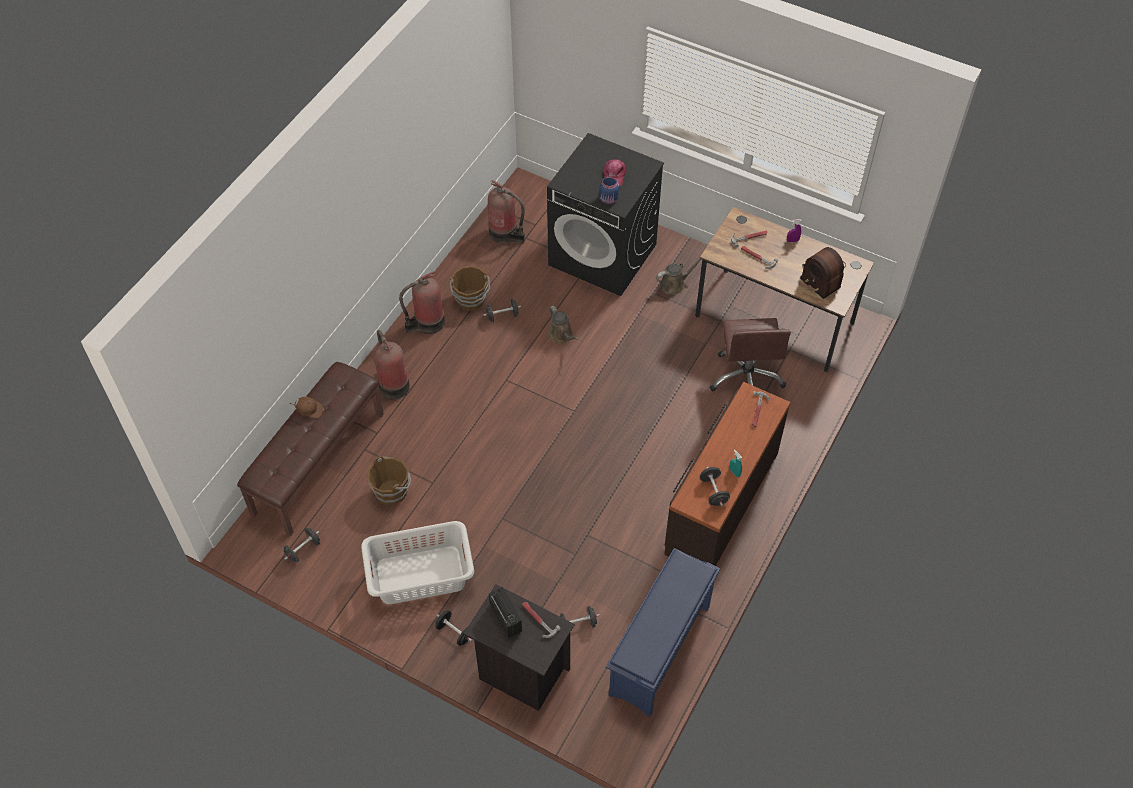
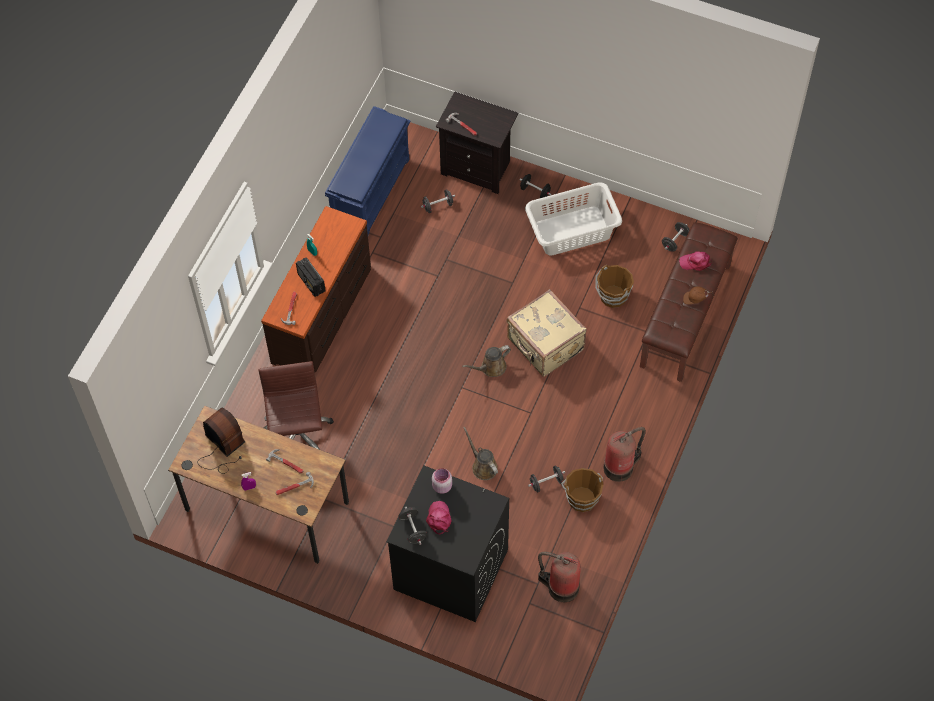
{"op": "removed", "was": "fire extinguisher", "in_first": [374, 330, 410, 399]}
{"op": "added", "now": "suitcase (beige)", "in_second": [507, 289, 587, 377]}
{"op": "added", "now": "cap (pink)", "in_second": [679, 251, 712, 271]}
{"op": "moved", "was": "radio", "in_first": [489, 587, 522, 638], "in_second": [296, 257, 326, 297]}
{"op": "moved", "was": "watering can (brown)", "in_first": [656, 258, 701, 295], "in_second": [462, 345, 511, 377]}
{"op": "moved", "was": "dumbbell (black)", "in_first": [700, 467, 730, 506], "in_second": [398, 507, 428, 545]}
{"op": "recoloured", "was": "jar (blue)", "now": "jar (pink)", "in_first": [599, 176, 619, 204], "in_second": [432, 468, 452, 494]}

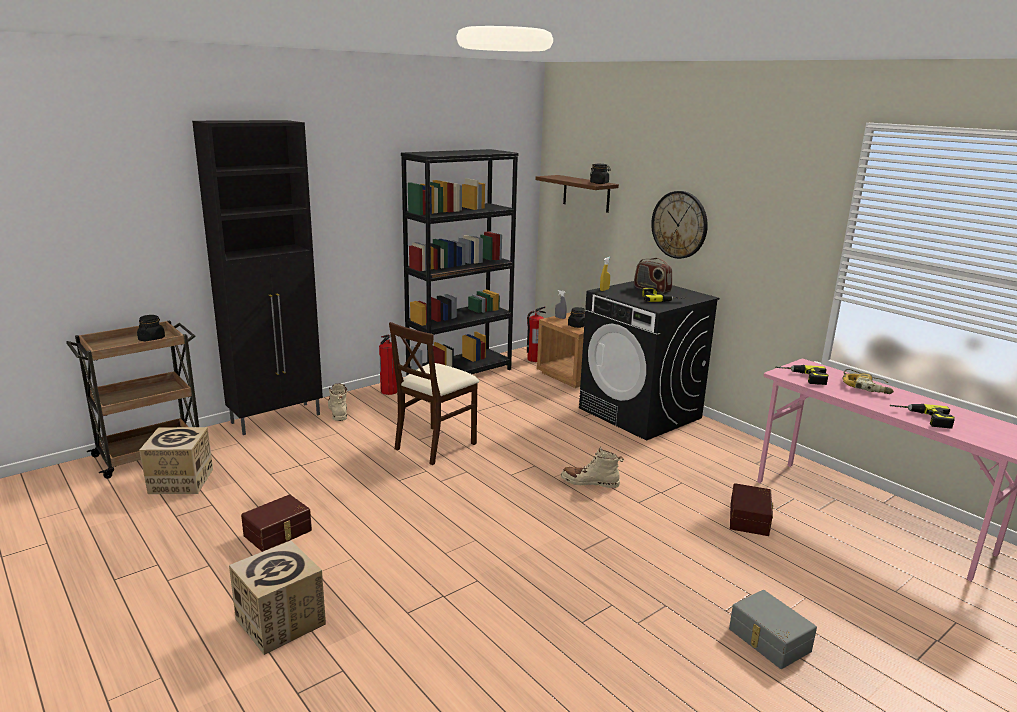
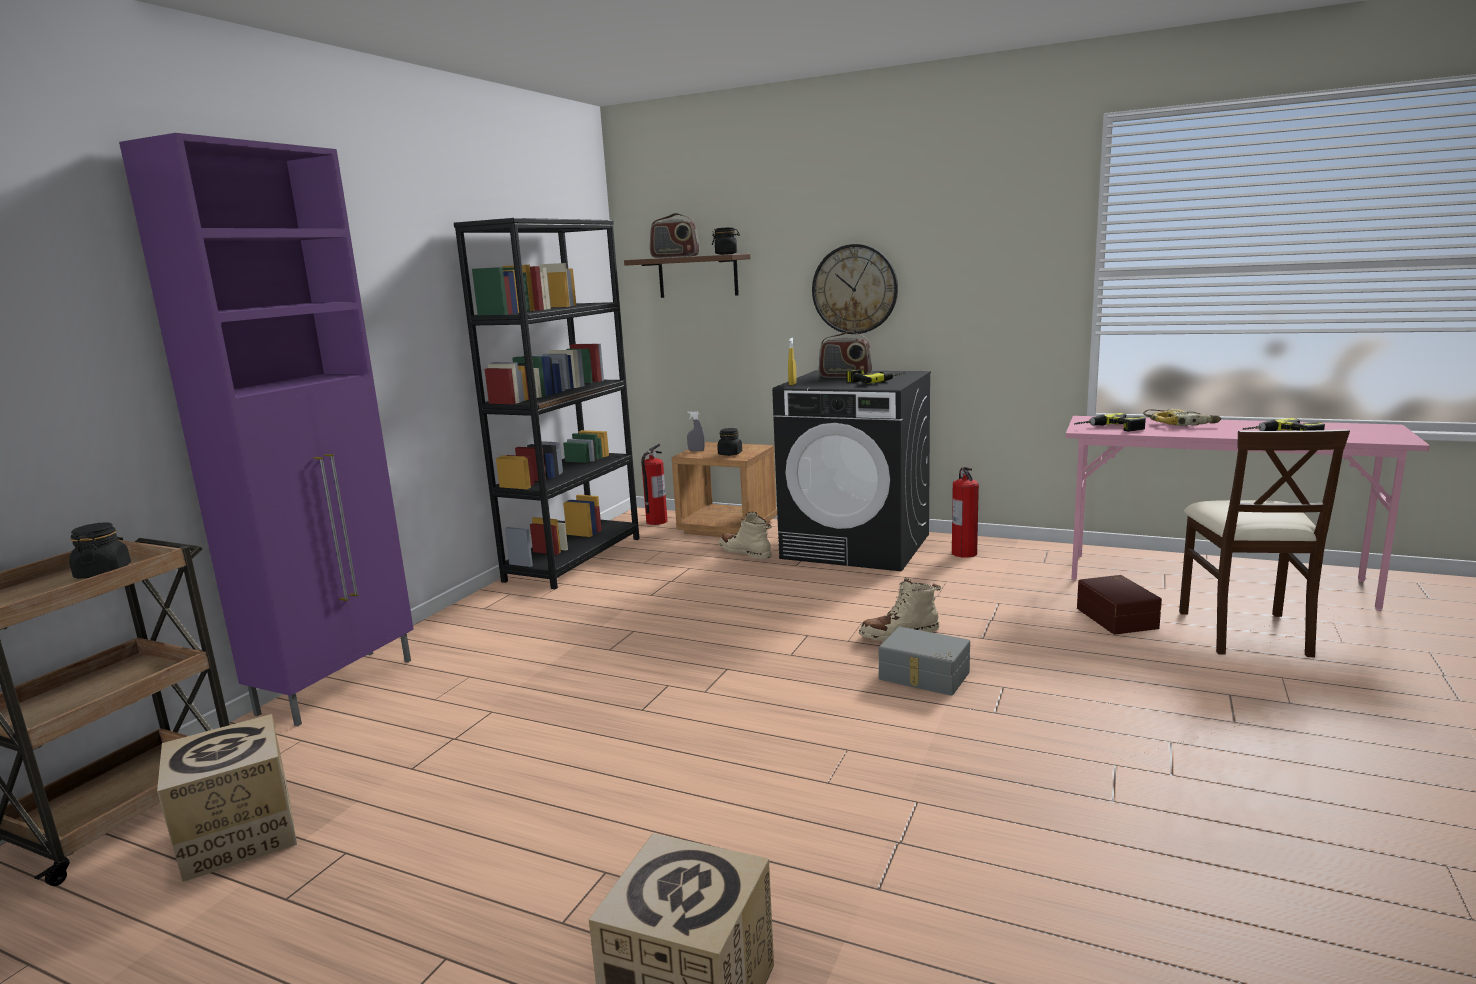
{"op": "removed", "was": "storage box (brown)", "in_first": [241, 494, 312, 552]}
{"op": "added", "now": "radio", "in_second": [650, 213, 699, 258]}
{"op": "moved", "was": "boot (beige)", "in_first": [328, 384, 347, 421], "in_second": [719, 512, 772, 559]}
{"op": "moved", "was": "fire extinguisher", "in_first": [379, 335, 397, 395], "in_second": [952, 467, 979, 558]}
{"op": "moved", "was": "chair (beige)", "in_first": [389, 322, 479, 465], "in_second": [1179, 429, 1350, 657]}
{"op": "moved", "was": "storage box (grey)", "in_first": [729, 590, 817, 669], "in_second": [879, 627, 970, 696]}
{"op": "recoloured", "was": "cabinet (black)", "now": "cabinet (purple)", "in_first": [192, 120, 323, 435], "in_second": [119, 133, 414, 726]}

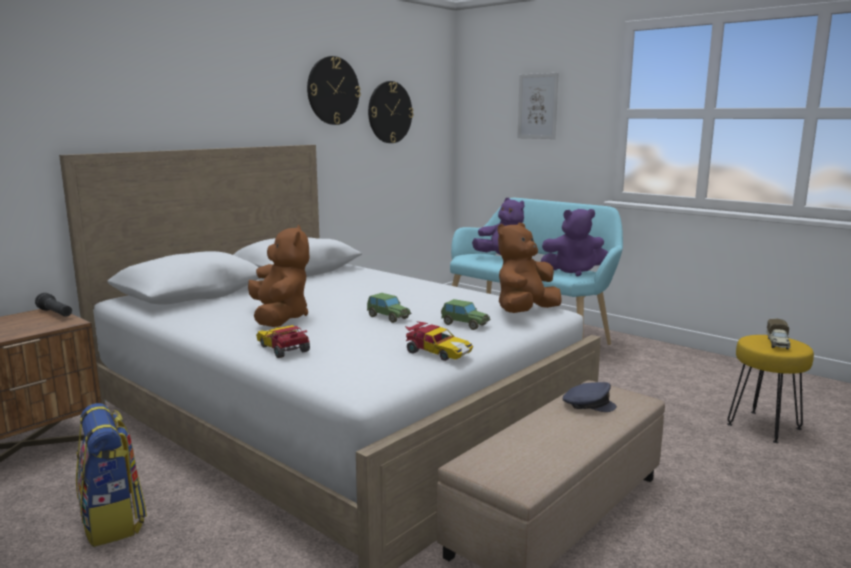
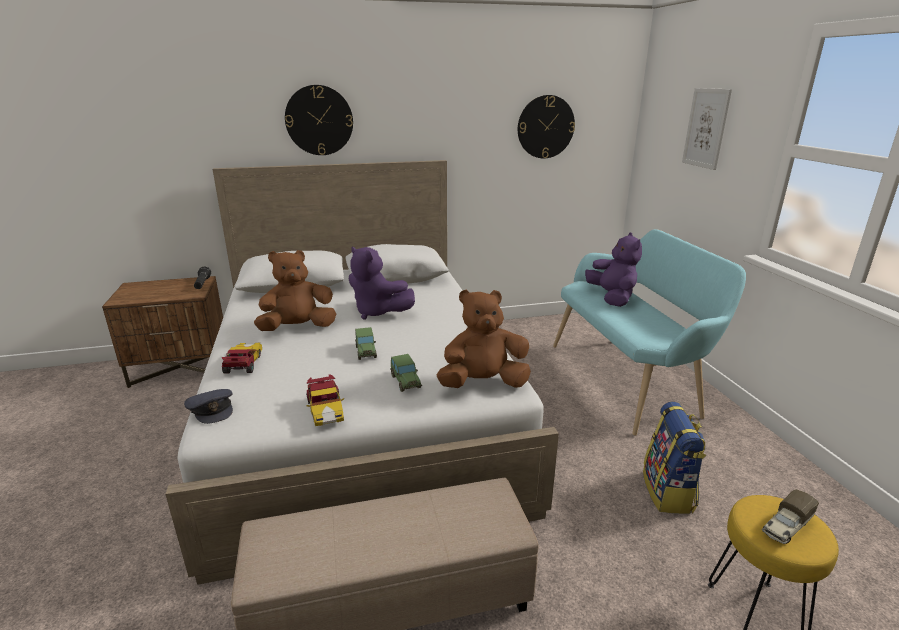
{"op": "moved", "was": "backpack", "in_first": [76, 403, 147, 547], "in_second": [643, 402, 706, 514]}
{"op": "moved", "was": "wall clock", "in_first": [307, 56, 361, 125], "in_second": [285, 85, 353, 155]}
{"op": "moved", "was": "plush toy (purple)", "in_first": [540, 209, 608, 276], "in_second": [349, 247, 415, 320]}
{"op": "moved", "was": "cap (grey)", "in_first": [563, 382, 617, 412], "in_second": [184, 389, 233, 424]}
{"op": "turned", "was": "plush toy (brown)", "in_first": [248, 225, 309, 327], "in_second": [254, 250, 336, 331], "clockwise": -135}

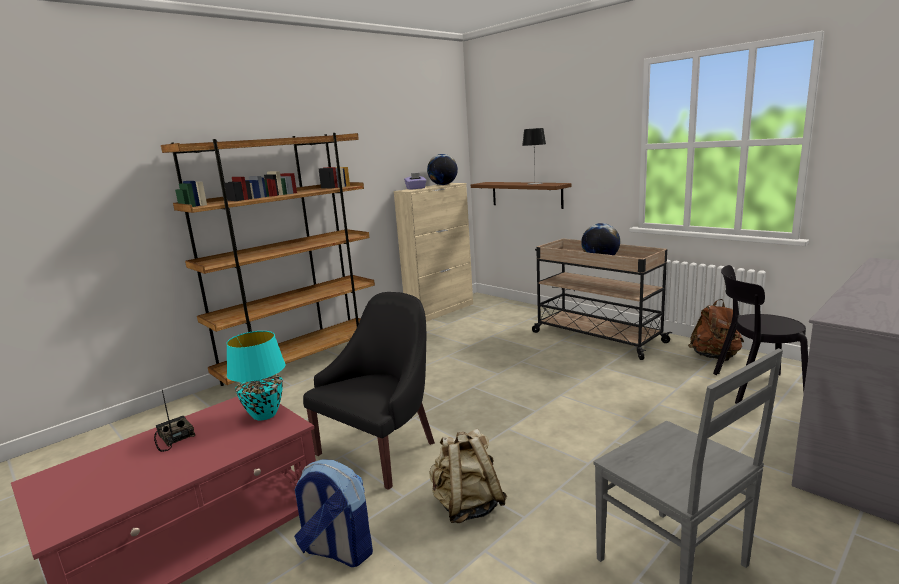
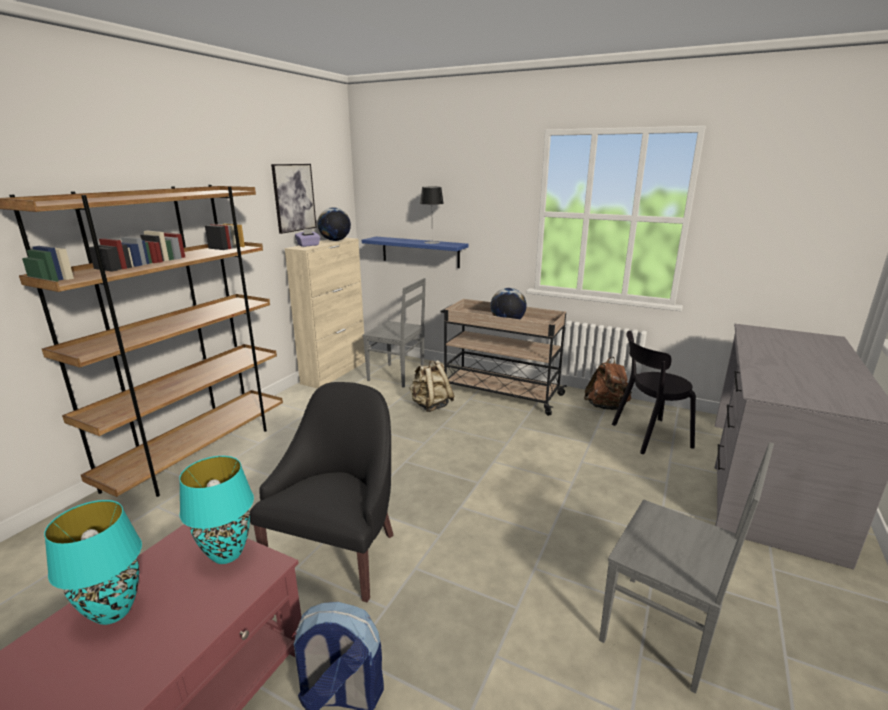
{"op": "added", "now": "picture", "in_second": [271, 164, 317, 234]}
{"op": "added", "now": "chair (grey)", "in_second": [363, 278, 426, 388]}
{"op": "moved", "was": "backpack (beige)", "in_first": [430, 429, 507, 523], "in_second": [410, 360, 454, 412]}
{"op": "replaced", "was": "radio", "now": "table lamp (turquoise)", "in_first": [154, 389, 195, 452], "in_second": [44, 500, 142, 625]}
{"op": "recoloured", "was": "shelf (brown)", "now": "shelf (blue)", "in_first": [471, 182, 571, 209], "in_second": [362, 237, 469, 268]}

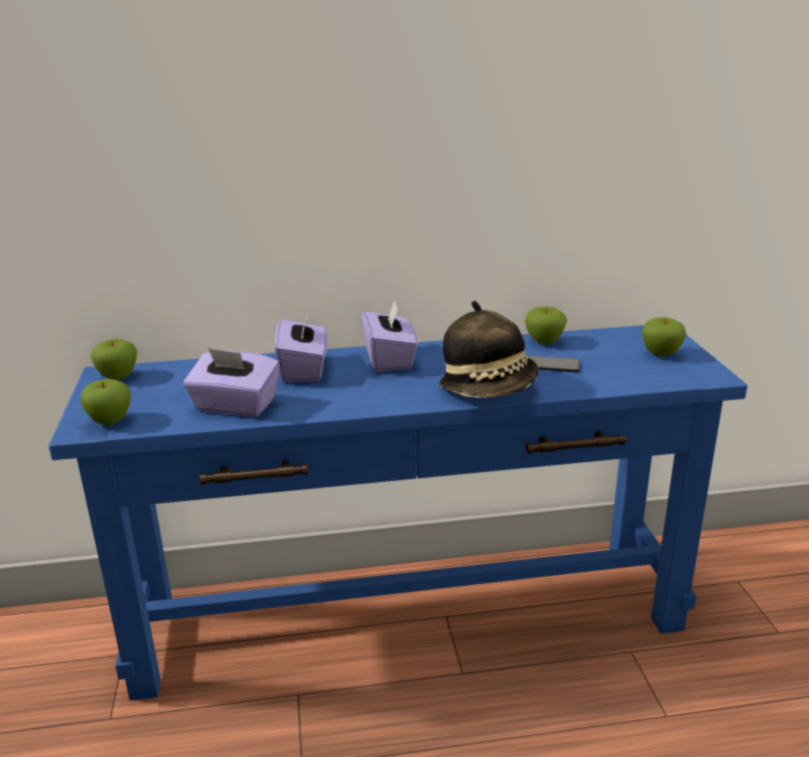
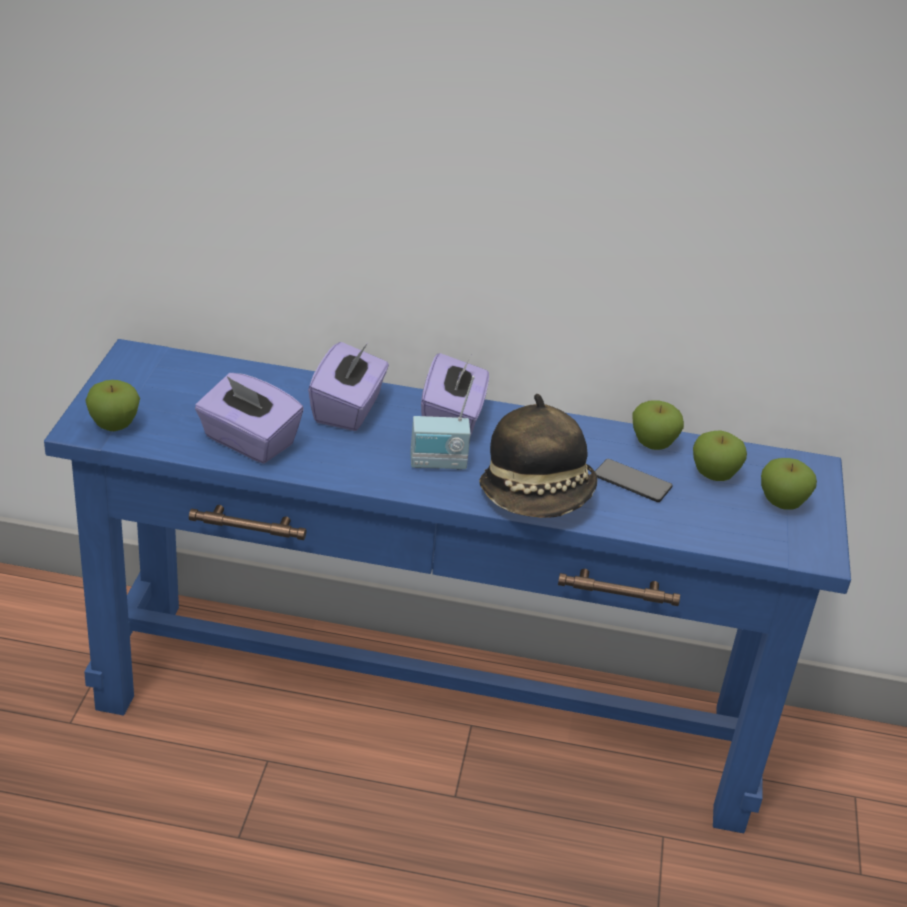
{"op": "added", "now": "radio", "in_second": [410, 376, 475, 470]}
{"op": "moved", "was": "apple", "in_first": [91, 339, 137, 380], "in_second": [693, 431, 747, 481]}

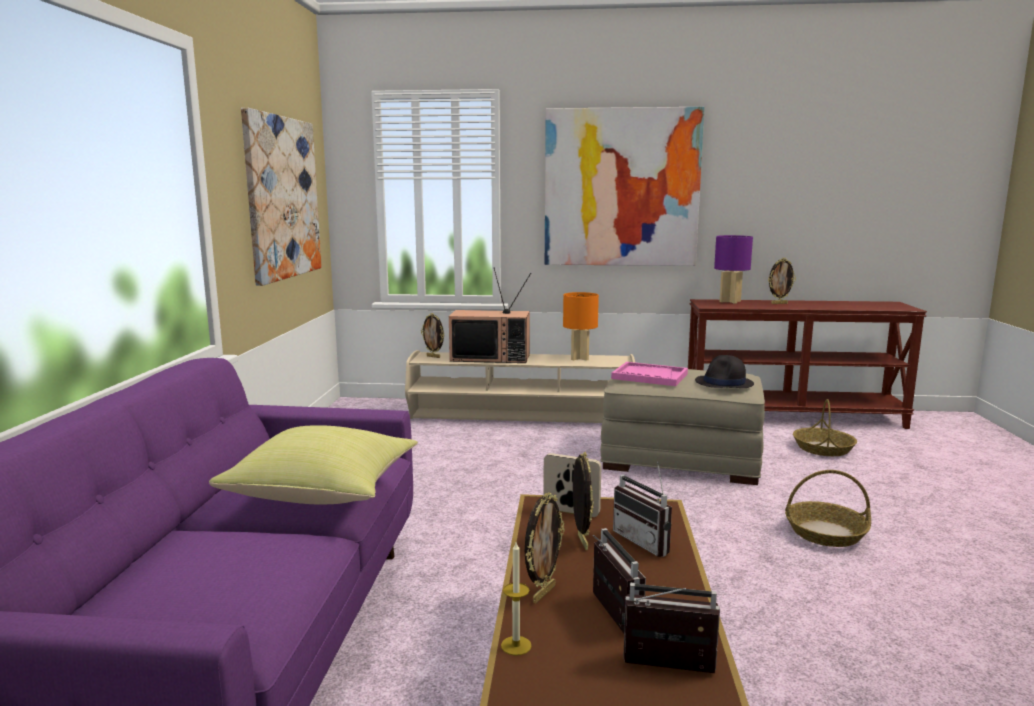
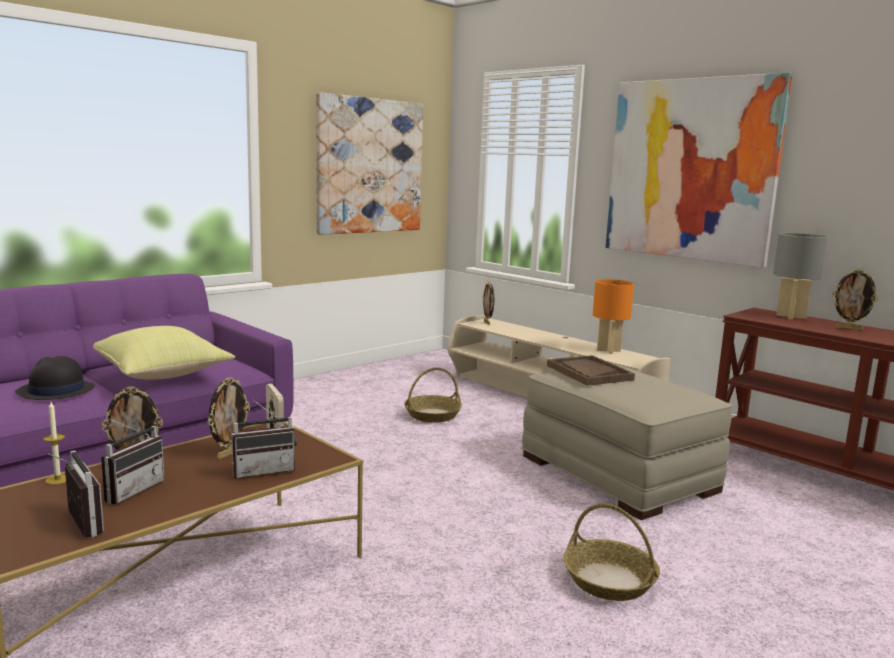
{"op": "removed", "was": "television", "in_first": [449, 268, 531, 363]}
{"op": "moved", "was": "hat (black)", "in_first": [695, 355, 754, 388], "in_second": [15, 356, 95, 400]}
{"op": "moved", "was": "basket", "in_first": [793, 399, 857, 456], "in_second": [404, 367, 462, 423]}
{"op": "recoloured", "was": "tray (pink)", "now": "tray (brown)", "in_first": [611, 362, 688, 386], "in_second": [547, 355, 635, 386]}
{"op": "recoloured", "was": "table lamp (purple)", "now": "table lamp (grey)", "in_first": [714, 235, 753, 304], "in_second": [773, 233, 828, 319]}
{"op": "turned", "was": "radio", "in_first": [613, 461, 672, 557], "in_second": [232, 399, 297, 478], "clockwise": -120}

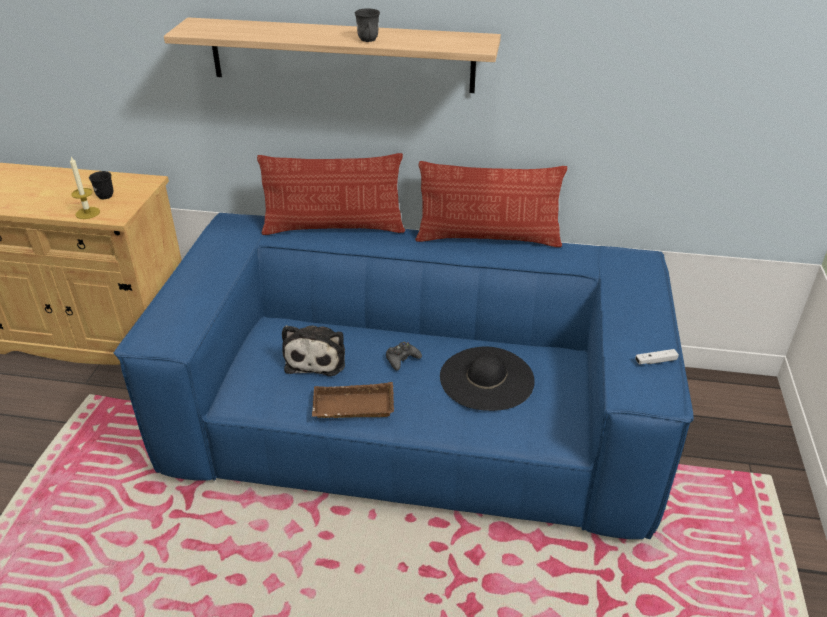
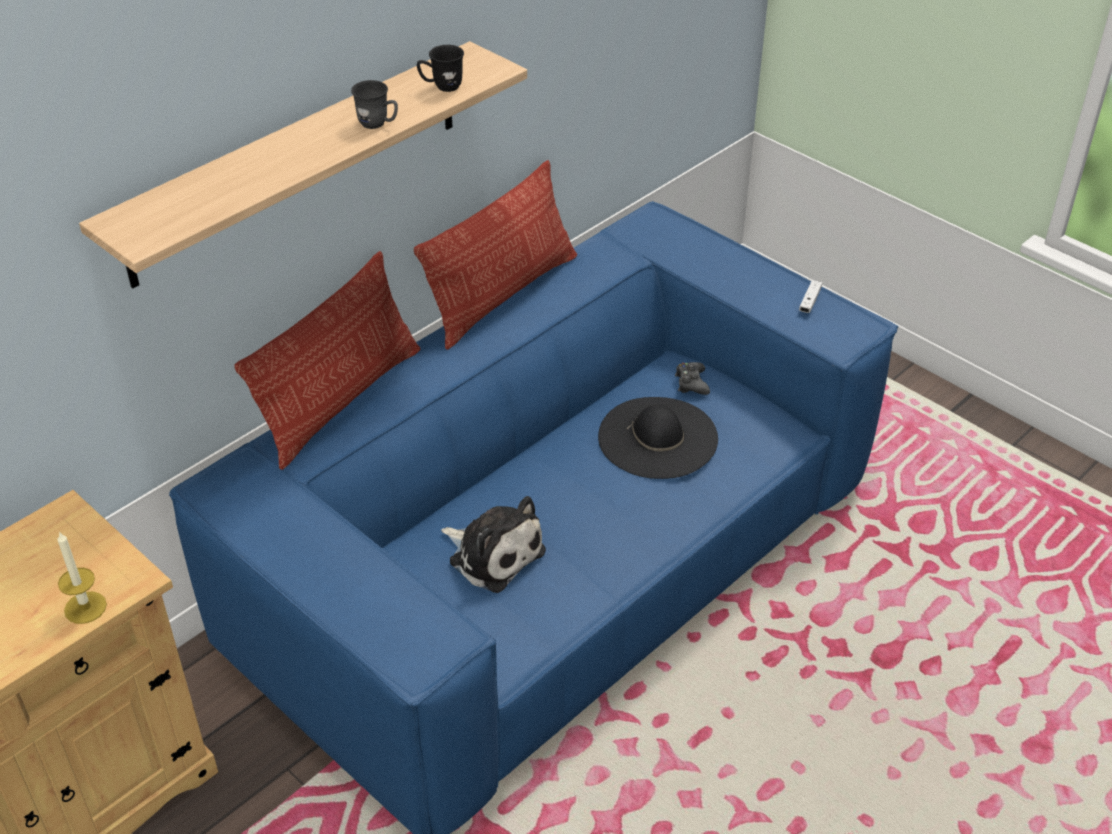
{"op": "removed", "was": "tray (brown)", "in_first": [312, 382, 394, 418]}
{"op": "moved", "was": "mug (black)", "in_first": [89, 171, 113, 199], "in_second": [417, 45, 464, 92]}
{"op": "moved", "was": "game controller (black)", "in_first": [386, 342, 422, 371], "in_second": [675, 362, 710, 395]}

